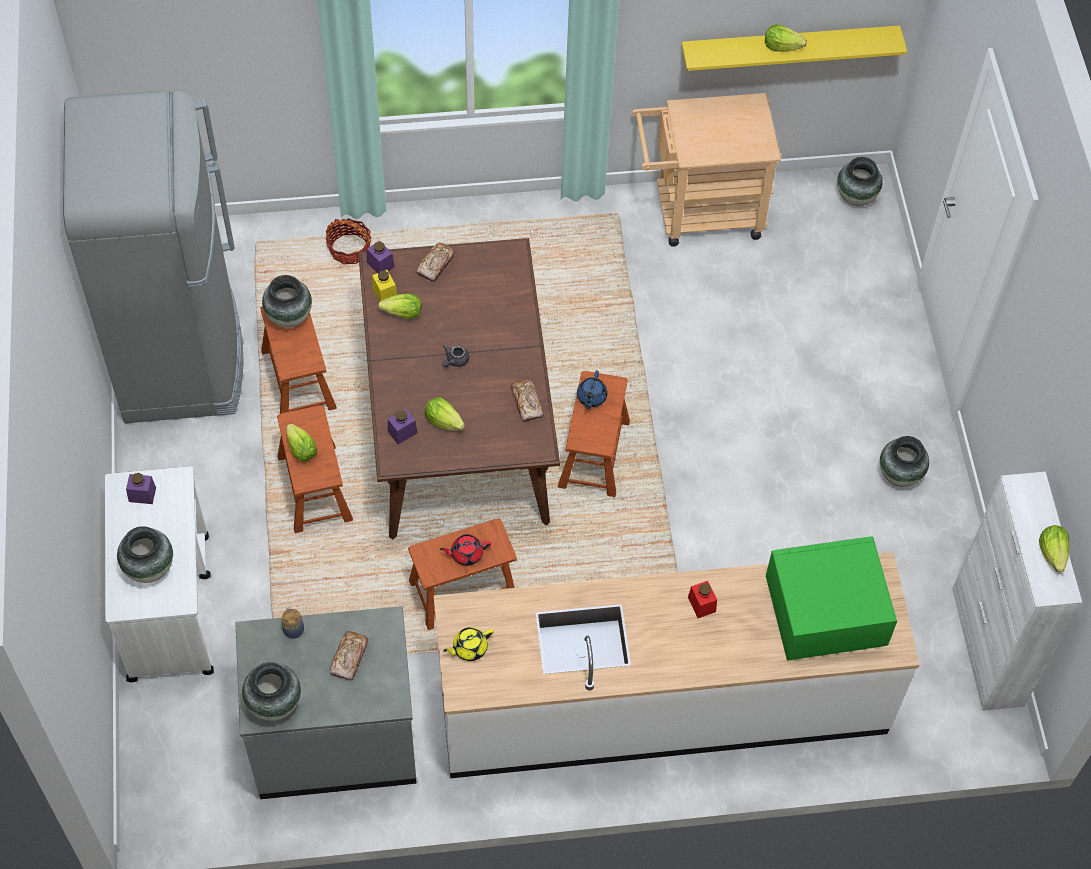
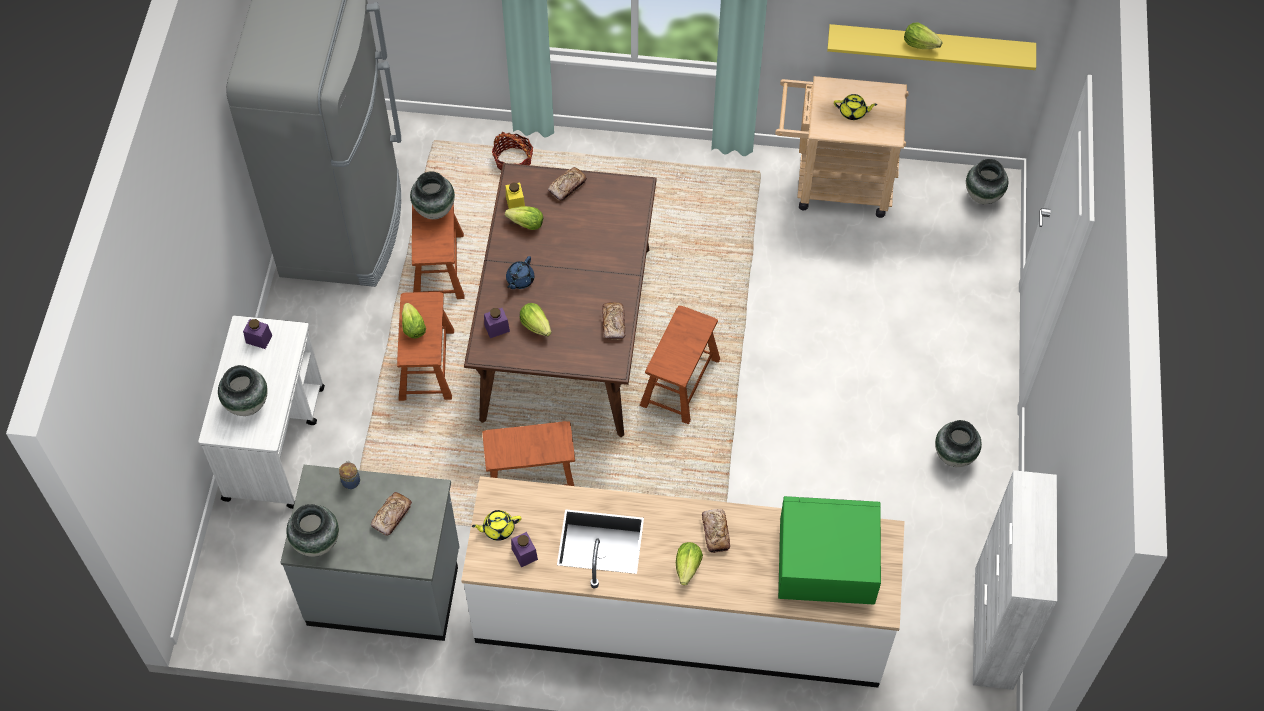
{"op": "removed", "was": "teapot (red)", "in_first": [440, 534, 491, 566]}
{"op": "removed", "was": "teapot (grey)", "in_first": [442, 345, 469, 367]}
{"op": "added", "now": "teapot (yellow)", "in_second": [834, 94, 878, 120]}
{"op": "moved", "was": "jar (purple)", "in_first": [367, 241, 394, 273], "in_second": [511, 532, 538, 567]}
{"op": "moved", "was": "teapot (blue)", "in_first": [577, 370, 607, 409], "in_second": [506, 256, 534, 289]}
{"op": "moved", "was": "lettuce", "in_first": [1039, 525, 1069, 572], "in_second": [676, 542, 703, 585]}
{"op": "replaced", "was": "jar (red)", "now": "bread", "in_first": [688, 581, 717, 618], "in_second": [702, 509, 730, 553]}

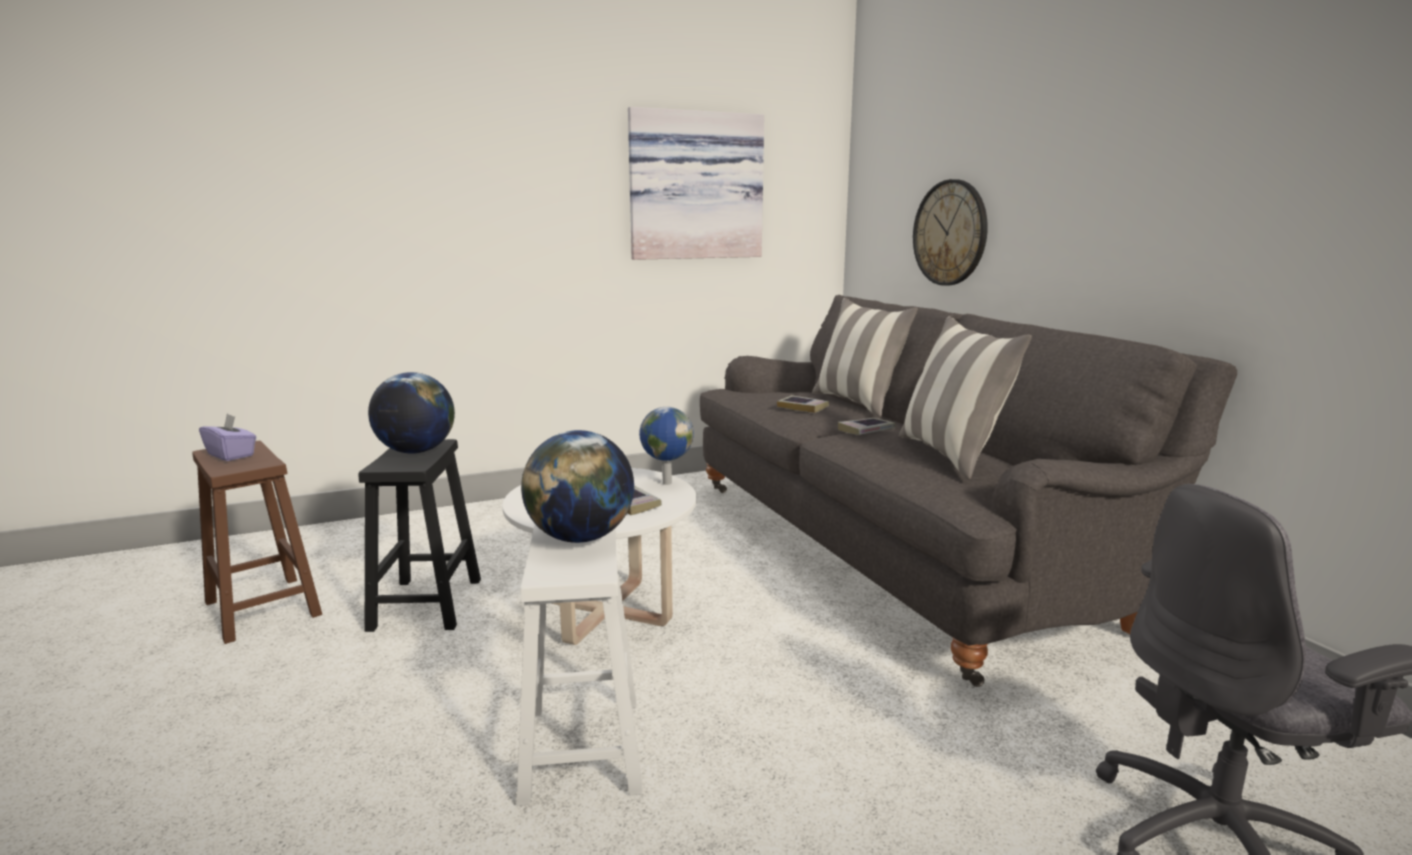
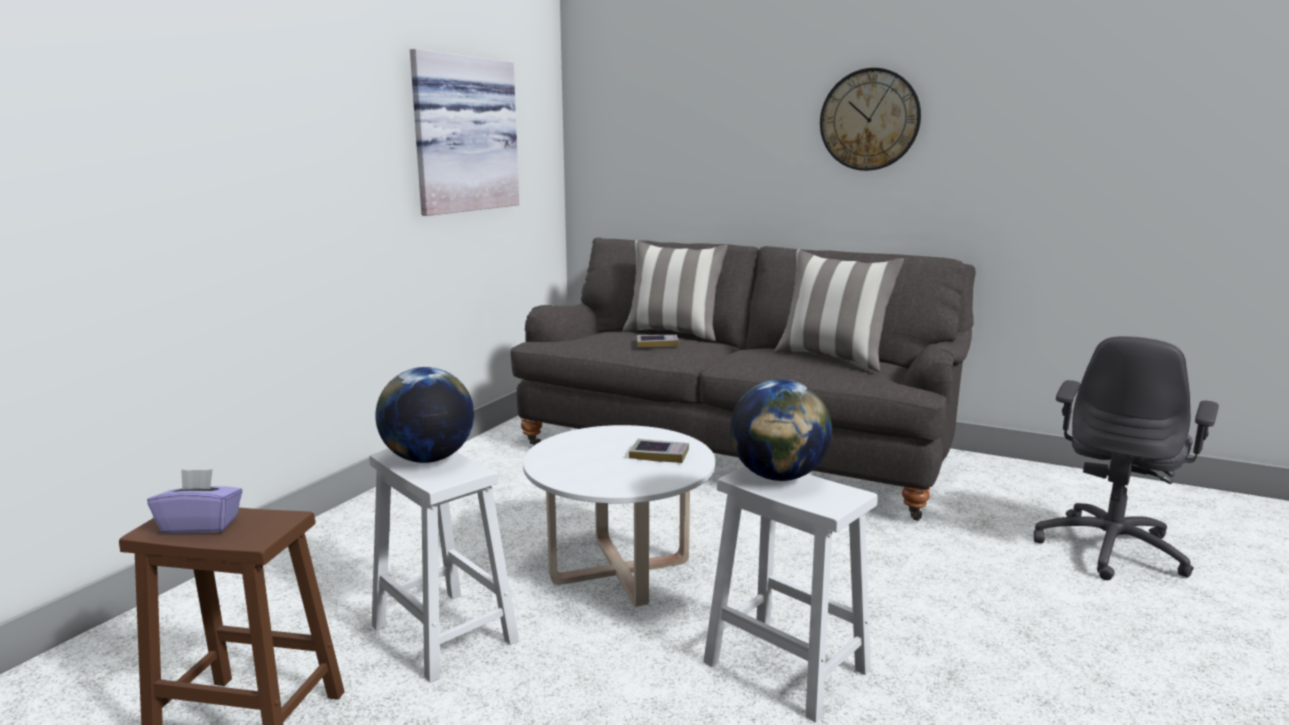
{"op": "removed", "was": "globe", "in_first": [639, 407, 694, 485]}
{"op": "removed", "was": "book", "in_first": [838, 418, 895, 435]}
{"op": "moved", "was": "wall clock", "in_first": [913, 179, 988, 286], "in_second": [820, 68, 921, 171]}
{"op": "recoloured", "was": "stool (black)", "now": "stool (white)", "in_first": [358, 439, 481, 632], "in_second": [369, 449, 519, 683]}

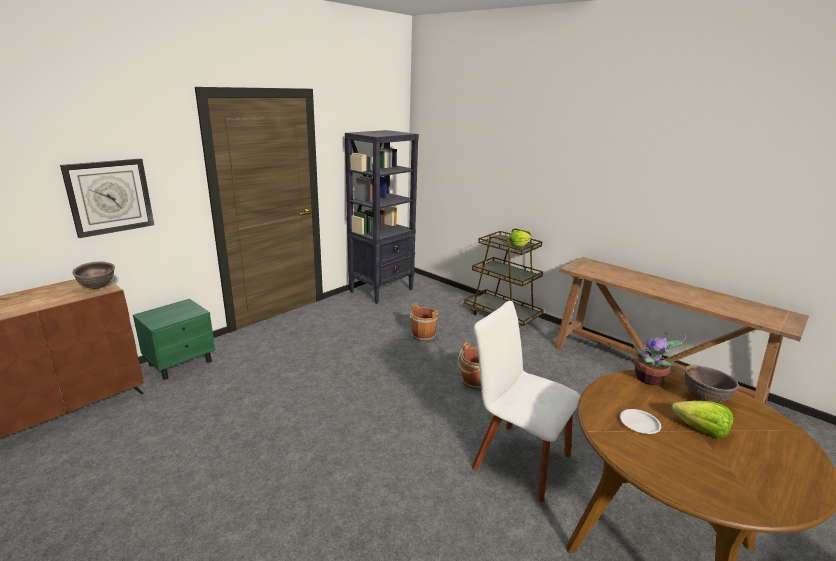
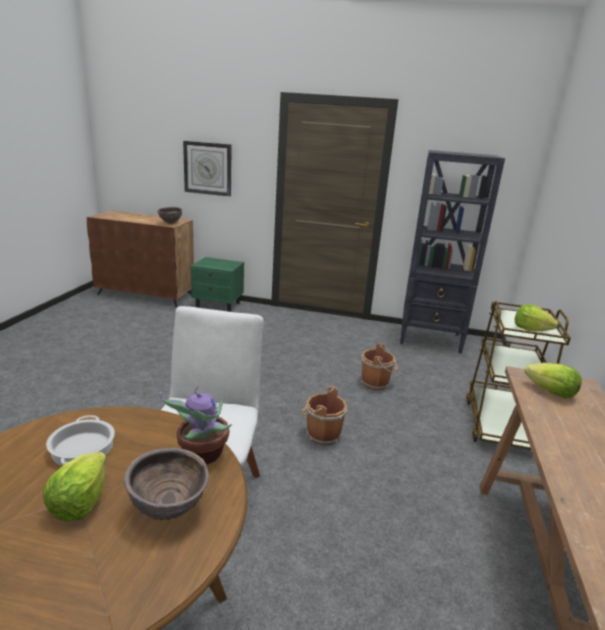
{"op": "added", "now": "lettuce", "in_second": [524, 363, 582, 399]}
{"op": "replaced", "was": "plate (white)", "now": "cooking pot", "in_first": [620, 409, 661, 434], "in_second": [46, 415, 115, 466]}

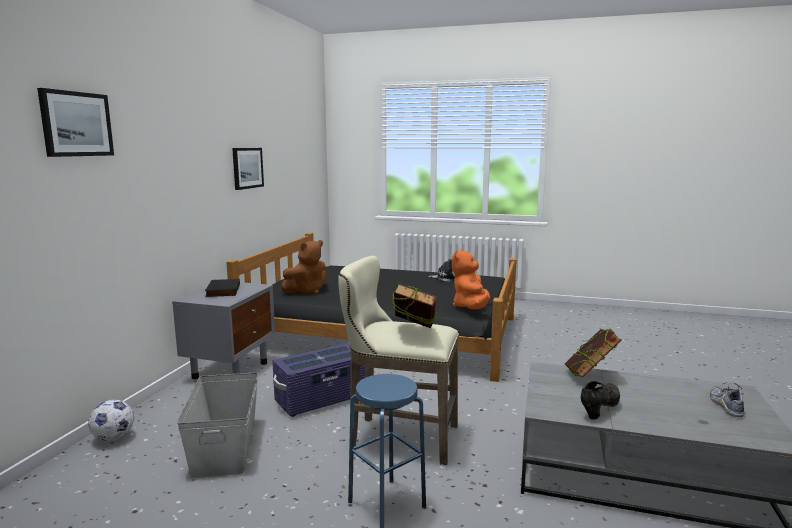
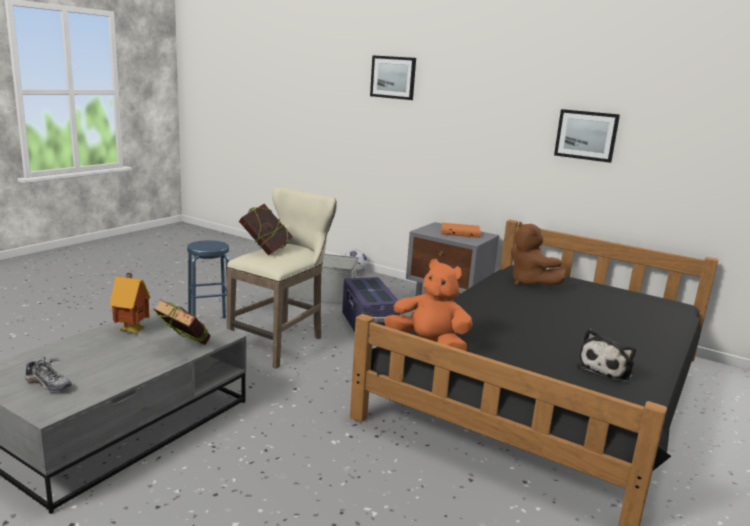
{"op": "replaced", "was": "shoe (black)", "now": "toy house", "in_first": [581, 381, 620, 420], "in_second": [110, 273, 151, 334]}
{"op": "recoloured", "was": "book (black)", "now": "book (orange)", "in_first": [205, 278, 240, 297], "in_second": [441, 223, 481, 238]}

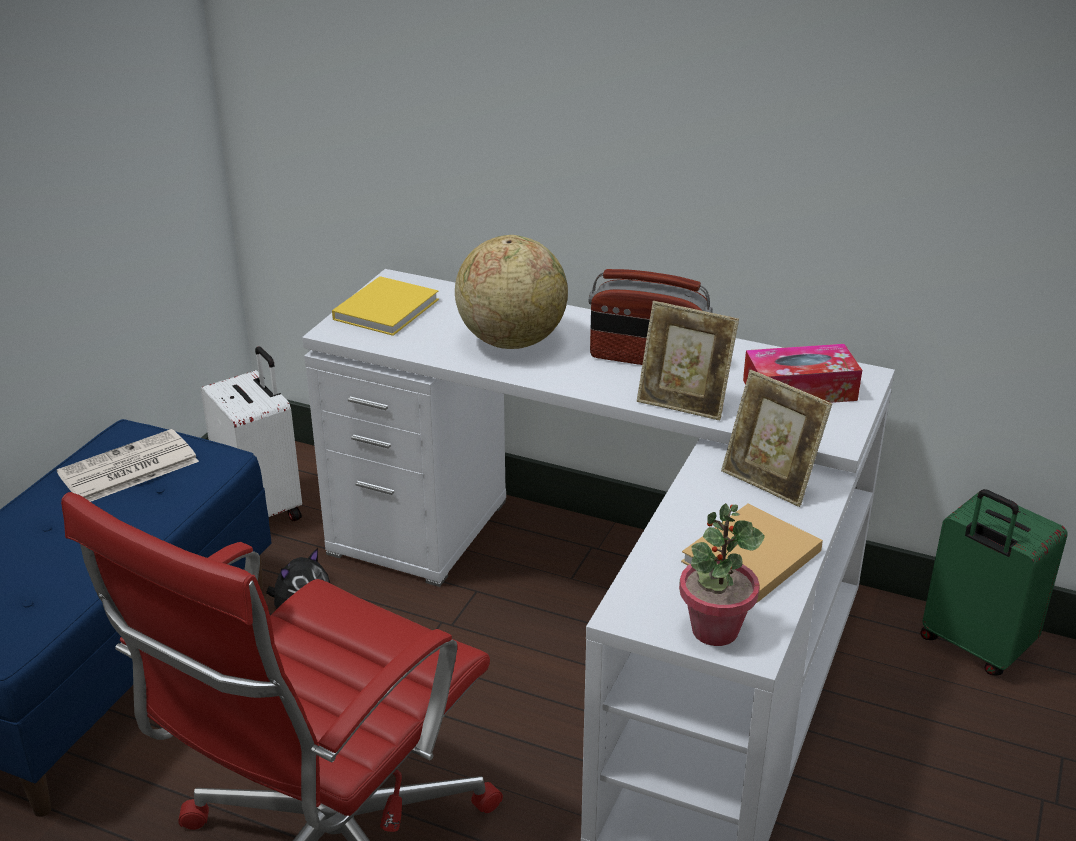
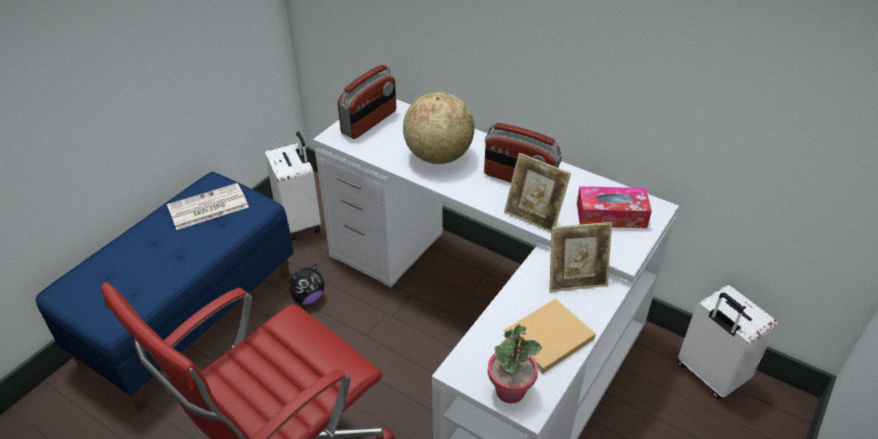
{"op": "replaced", "was": "book (yellow)", "now": "radio", "in_first": [332, 276, 439, 336], "in_second": [338, 65, 396, 139]}
{"op": "recoloured", "was": "suitcase (green)", "now": "suitcase (white)", "in_first": [921, 489, 1068, 676], "in_second": [677, 285, 777, 399]}
{"op": "turned", "was": "picture frame", "in_first": [721, 370, 832, 507], "in_second": [550, 222, 612, 292], "clockwise": -60}

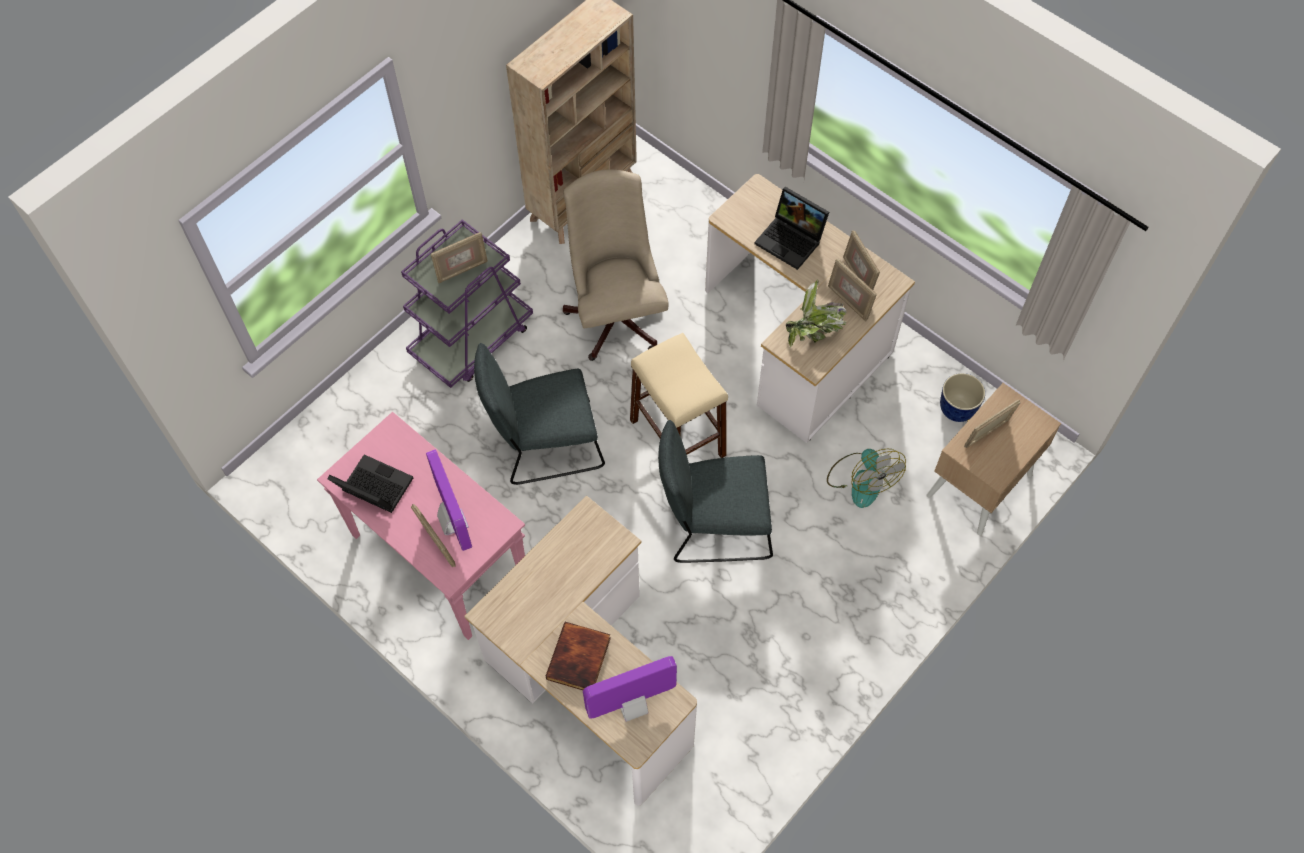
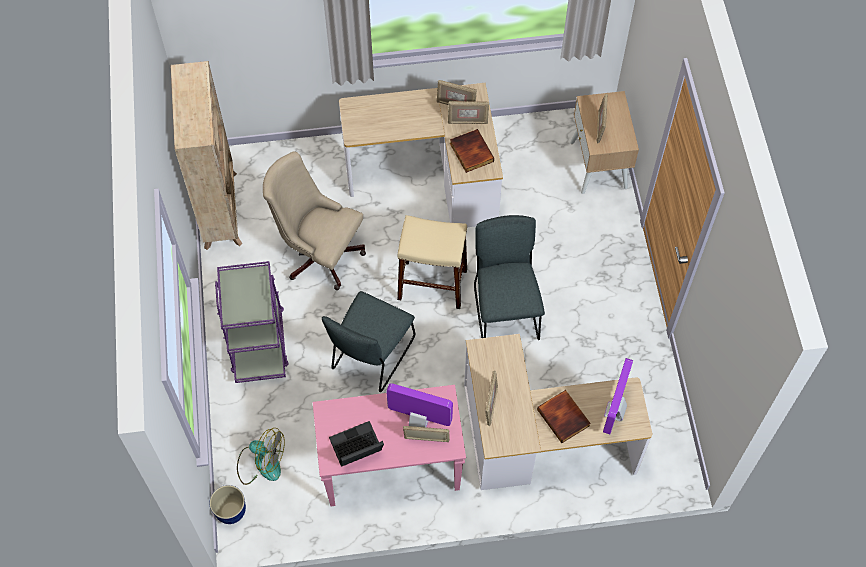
{"op": "removed", "was": "laptop", "in_first": [755, 187, 829, 270]}
{"op": "moved", "was": "picture frame", "in_first": [431, 232, 488, 283], "in_second": [485, 371, 498, 426]}
{"op": "moved", "was": "fan", "in_first": [827, 449, 906, 508], "in_second": [237, 428, 285, 485]}
{"op": "moved", "was": "planter", "in_first": [940, 373, 985, 422], "in_second": [210, 485, 246, 524]}
{"op": "replaced", "was": "potted plant", "now": "book", "in_first": [786, 279, 847, 347], "in_second": [450, 129, 494, 173]}
{"op": "turned", "was": "chair (grey)", "in_first": [658, 420, 773, 563], "in_second": [474, 215, 545, 340], "clockwise": 135}

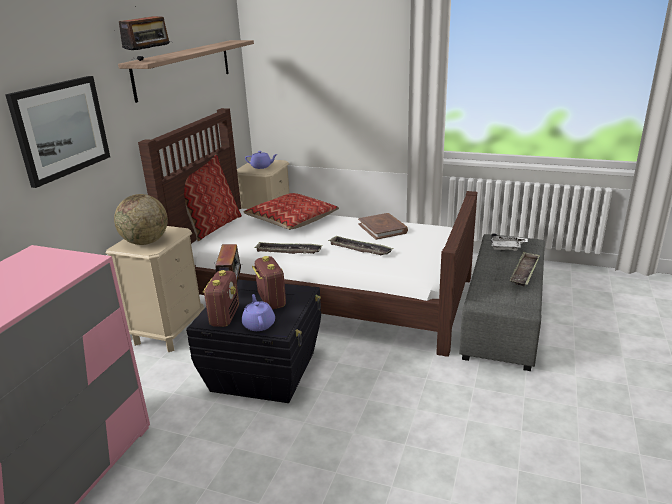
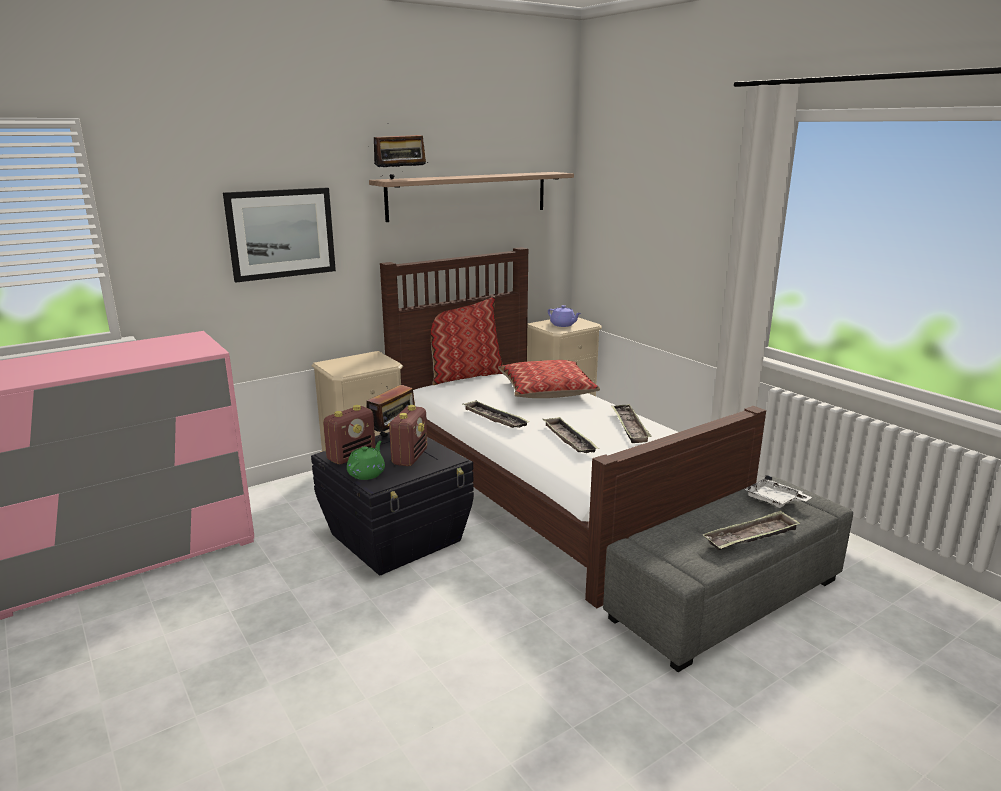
{"op": "removed", "was": "globe", "in_first": [114, 194, 168, 245]}
{"op": "replaced", "was": "book (brown)", "now": "tray", "in_first": [358, 213, 408, 240], "in_second": [611, 404, 652, 443]}
{"op": "recoloured", "was": "teapot (purple)", "now": "teapot (green)", "in_first": [242, 294, 275, 331], "in_second": [347, 441, 385, 480]}

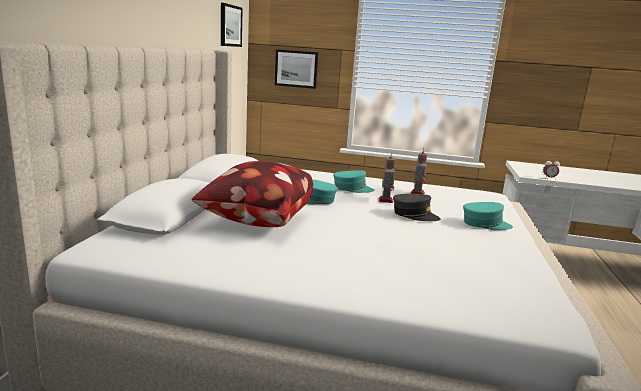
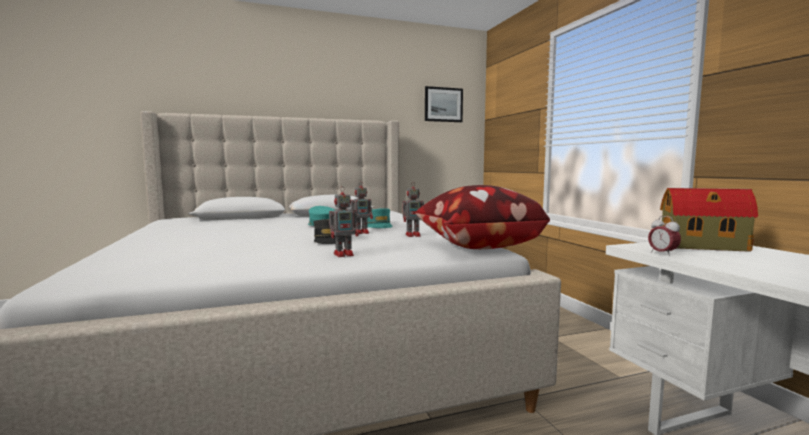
{"op": "removed", "was": "picture", "in_first": [275, 49, 318, 89]}
{"op": "added", "now": "toy house", "in_second": [660, 188, 758, 252]}
{"op": "moved", "was": "pillow", "in_first": [191, 161, 313, 227], "in_second": [415, 185, 550, 249]}
{"op": "replaced", "was": "cap (turquoise)", "now": "toy robot", "in_first": [463, 202, 513, 230], "in_second": [329, 188, 359, 257]}

